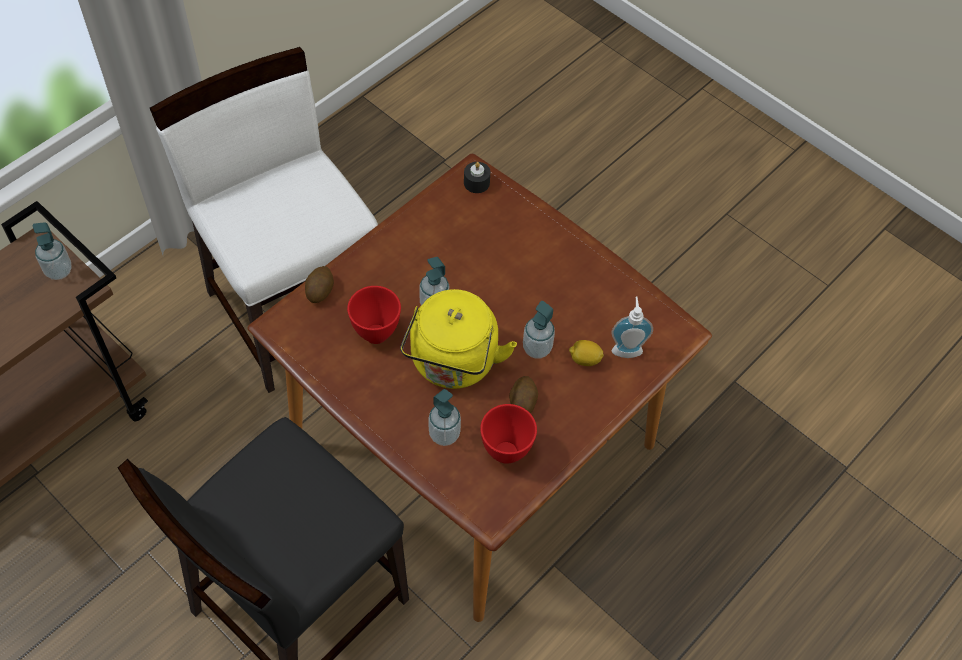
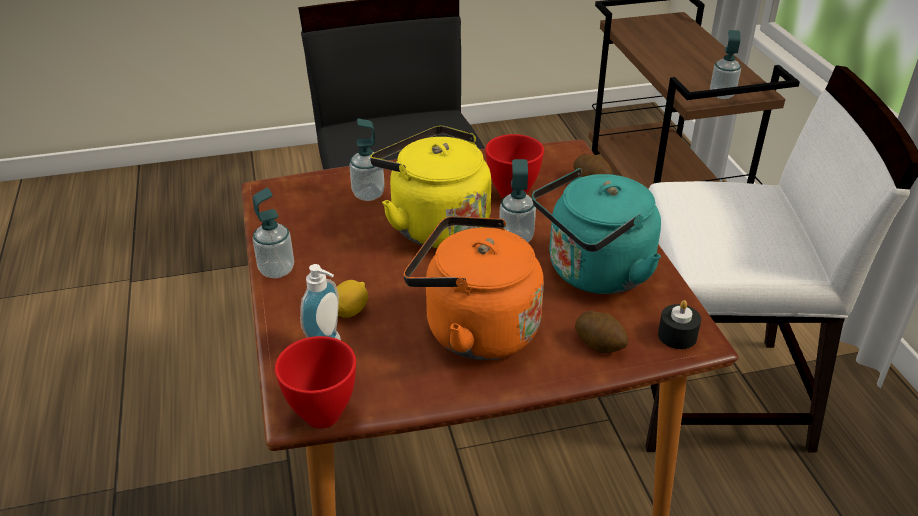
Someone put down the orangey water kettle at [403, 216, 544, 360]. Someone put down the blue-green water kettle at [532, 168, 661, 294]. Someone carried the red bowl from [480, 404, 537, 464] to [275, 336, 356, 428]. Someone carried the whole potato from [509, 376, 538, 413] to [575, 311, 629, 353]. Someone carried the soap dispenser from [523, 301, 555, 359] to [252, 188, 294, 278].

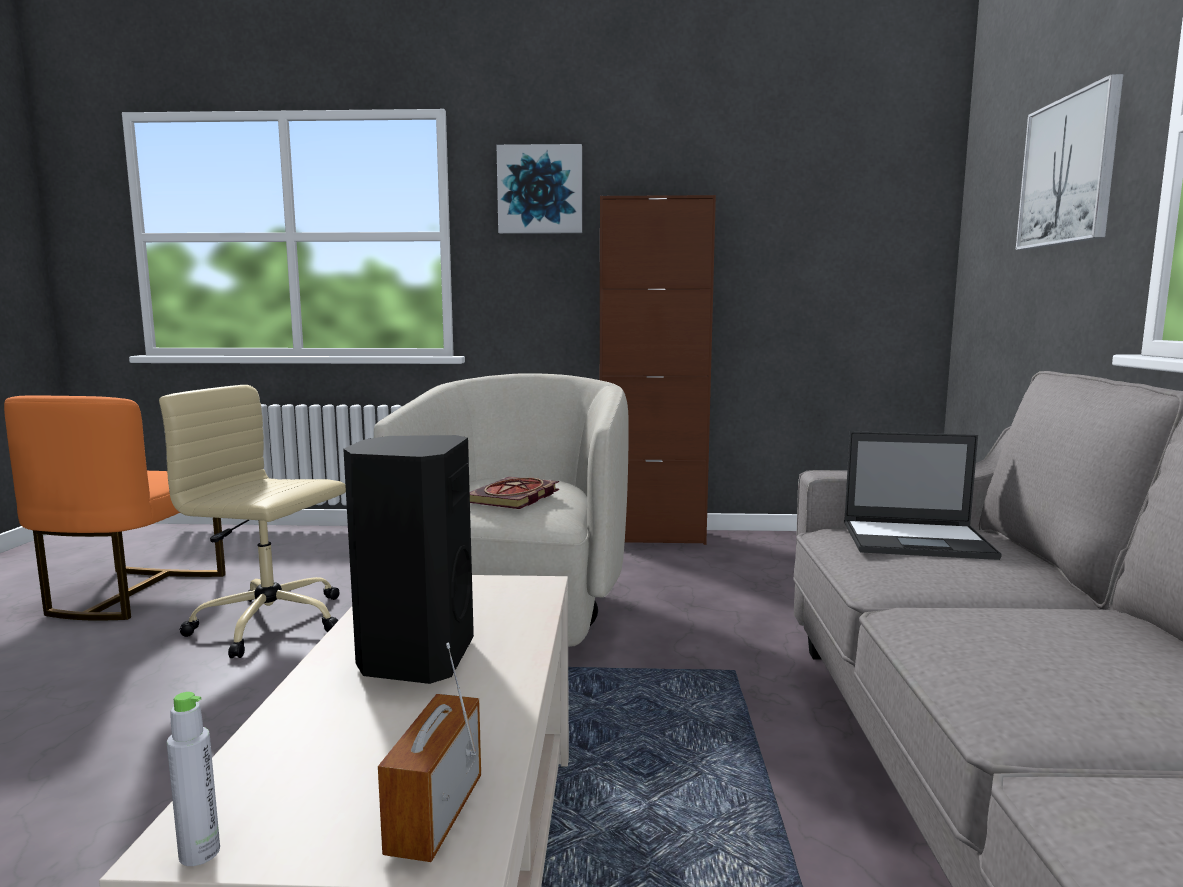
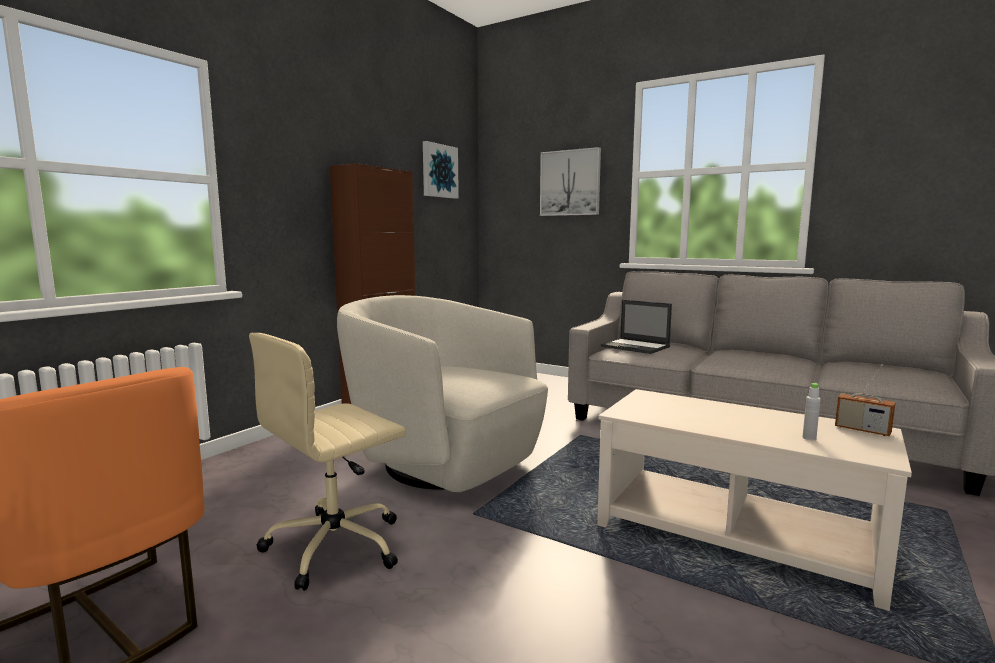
Someone took away the blackish loudspeaker at [343, 435, 474, 684]. Someone took away the volume at [470, 477, 559, 509]. Someone carried the greyish beverage bottle from [166, 692, 220, 866] to [803, 383, 821, 440]. Someone carried the wall art from [497, 144, 582, 234] to [423, 141, 459, 199]. Someone rotated the notebook computer at [844, 431, 1002, 560] by 90 degrees clockwise.

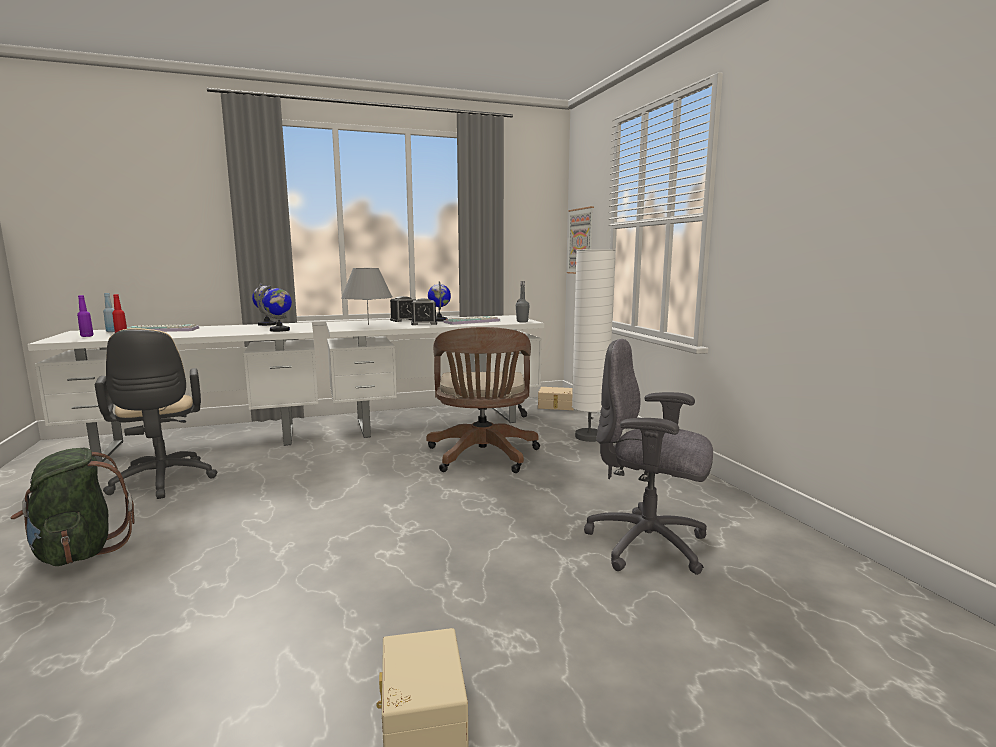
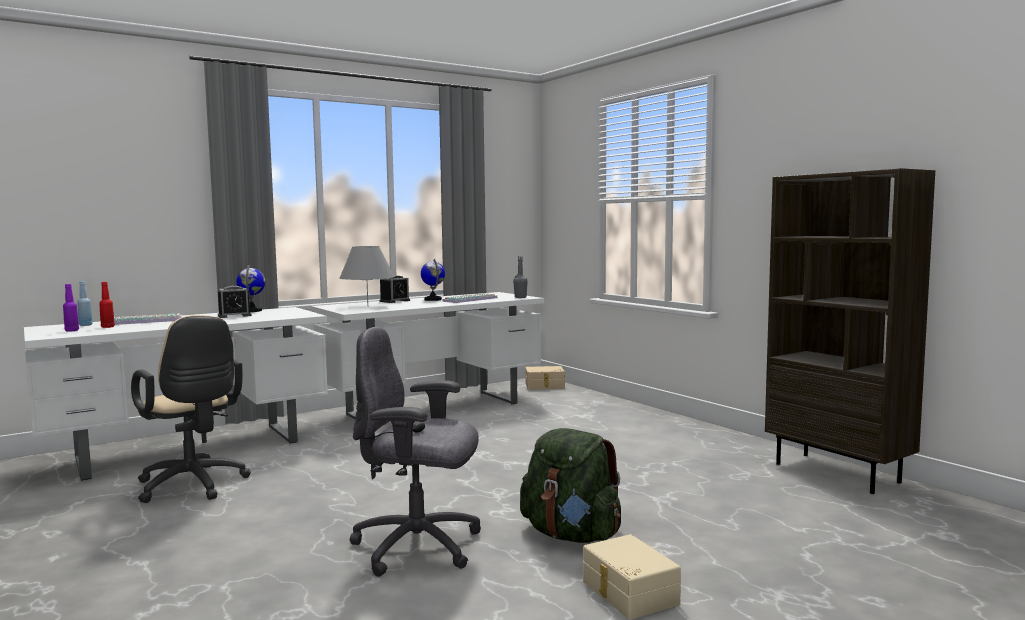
Someone took away the desk globe at [259, 285, 292, 332]. Someone took away the brownish desk chair at [426, 327, 540, 473]. Someone took away the wall art at [567, 206, 594, 274]. Someone took away the white-coloured standing lamp at [572, 249, 616, 442]. Someone put down the brownish shelving unit at [765, 168, 935, 494]. Someone carried the green rucksack from [10, 448, 134, 566] to [520, 428, 621, 543]. Someone carried the alarm clock from [411, 298, 437, 325] to [218, 286, 252, 318]. Someone carried the greyish desk chair from [584, 339, 713, 575] to [350, 327, 481, 577].

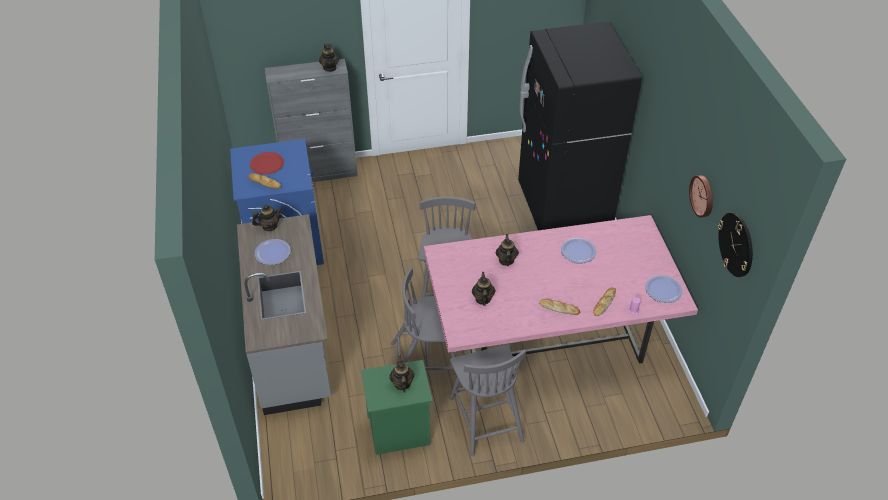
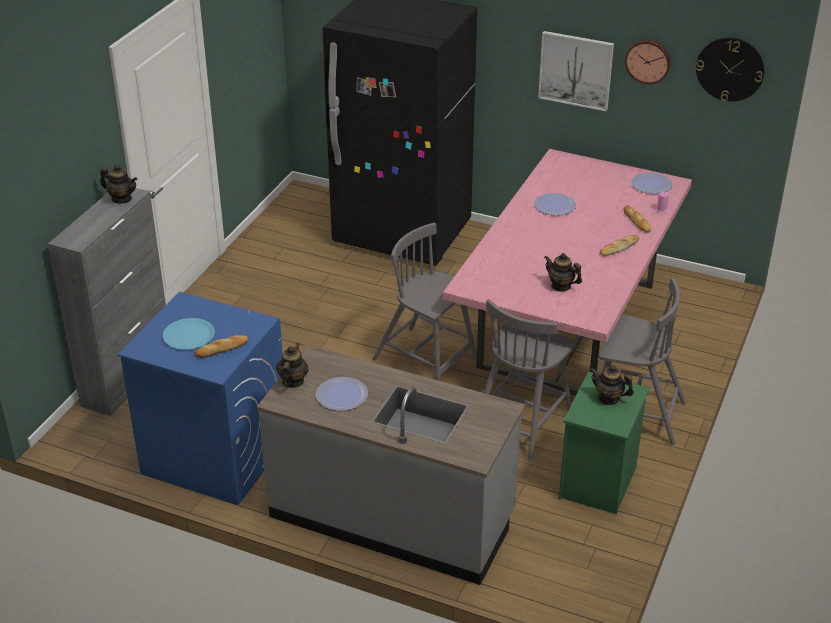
Someone took away the tea pot at [496, 234, 519, 266]. Someone put up the wall art at [538, 31, 614, 111]. Someone repainted the red flat dish at [250, 152, 284, 175], which became the bluish flat dish at [163, 318, 215, 350].

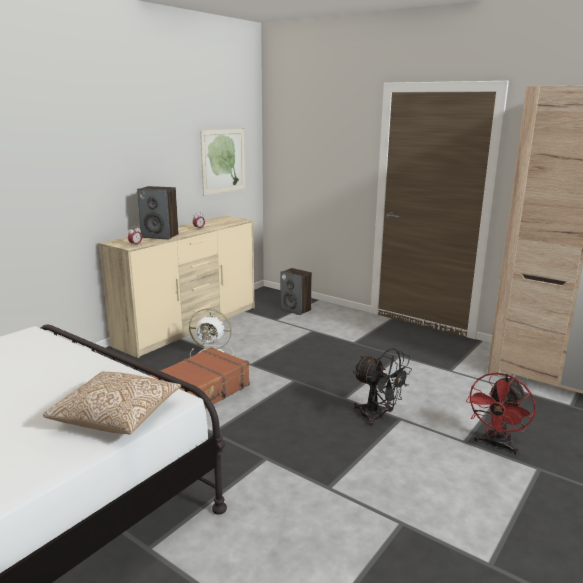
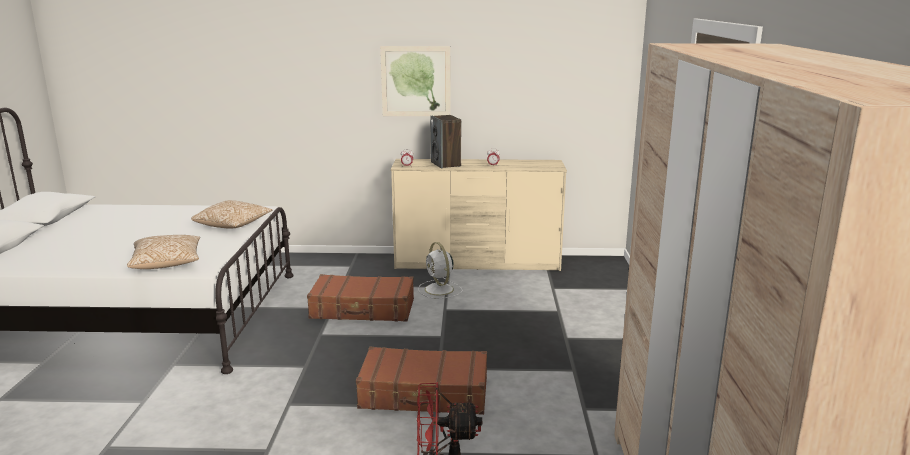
Someone took away the loudspeaker at [280, 268, 312, 315]. Someone put down the throw pillow at [191, 200, 272, 229]. Someone carried the wall art from [200, 129, 245, 195] to [380, 46, 450, 116]. Someone swapped the blackish electric fan at [353, 348, 412, 427] for the brownish suitcase at [356, 347, 487, 415].

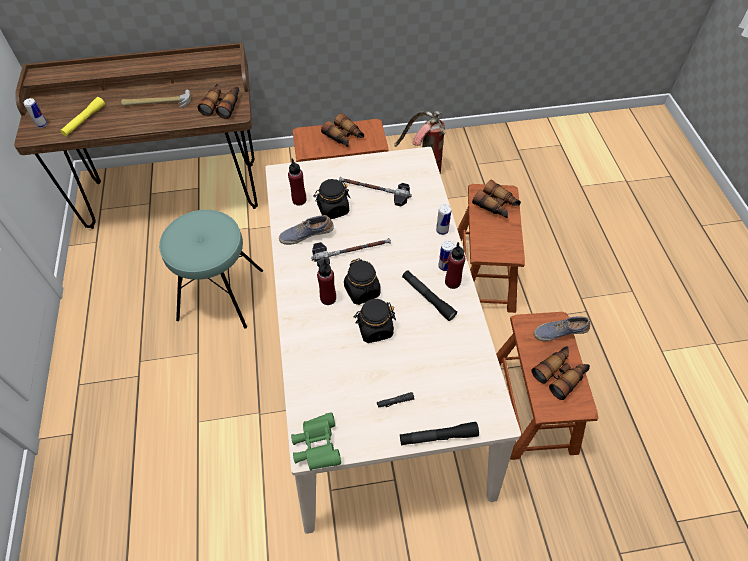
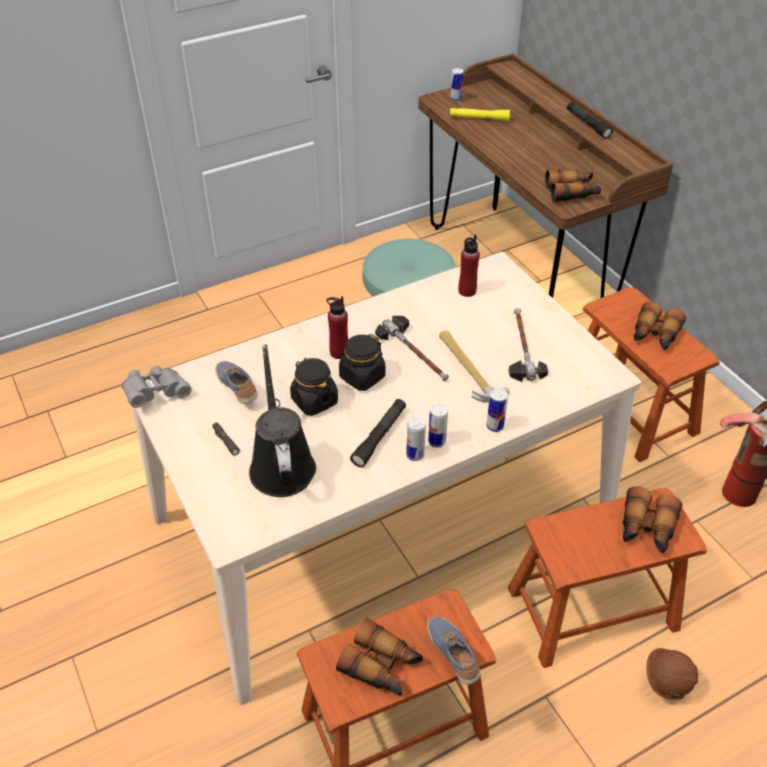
Someone took away the blackish storage jar at [313, 179, 350, 219]. Someone put down the blackish watering pot at [249, 345, 316, 497]. Someone put down the brownish safety helmet at [646, 648, 698, 700]. Someone carried the hand hammer from [121, 90, 191, 108] to [439, 330, 509, 403]. Someone carried the low shoe from [279, 215, 334, 245] to [215, 361, 258, 404]. Someone carried the blackish torch from [400, 422, 479, 445] to [567, 102, 613, 139]. Someone swapped the red beverage bottle at [445, 242, 465, 289] for the sealed can at [406, 417, 426, 461]. Someone repainted the green field glasses at [291, 412, 341, 470], which became the greyish field glasses at [121, 366, 192, 408].

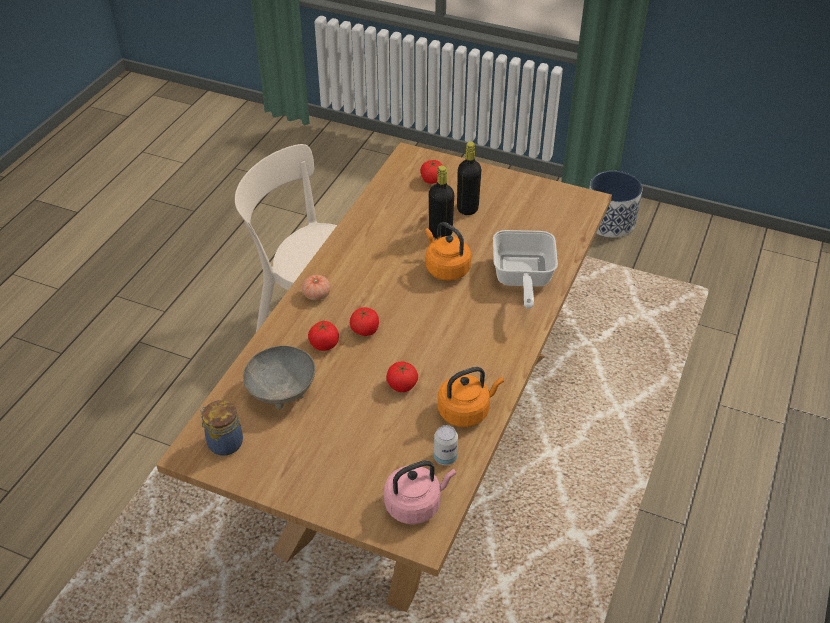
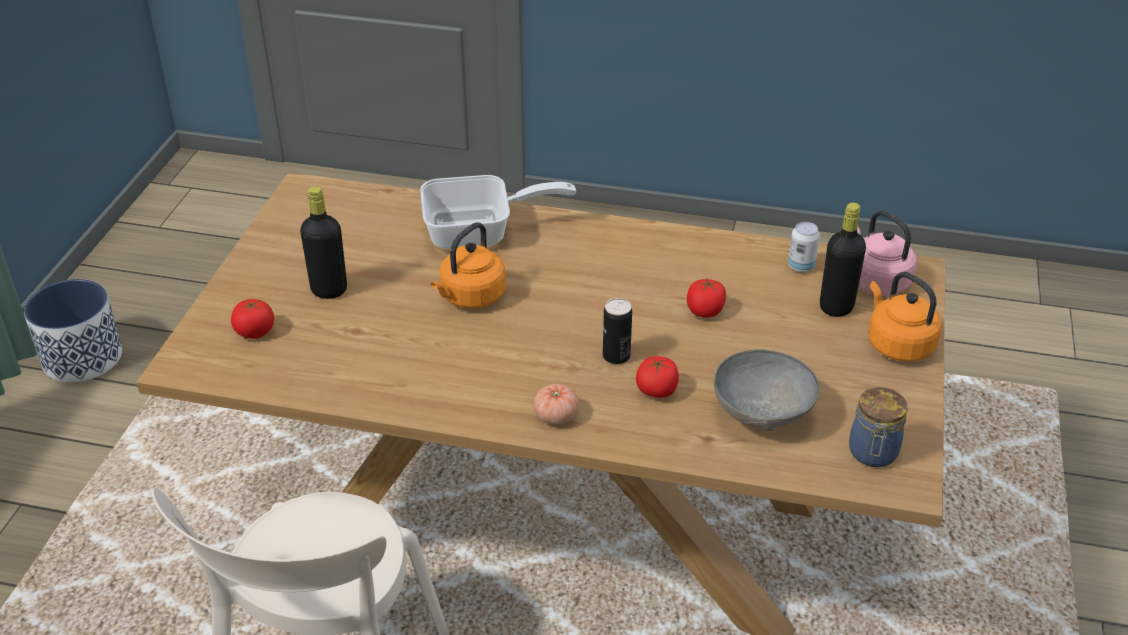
Someone carried the blackish beverage bottle from [429, 165, 454, 239] to [820, 203, 866, 317]. Someone carried the orangey water kettle from [438, 367, 504, 427] to [869, 272, 942, 362]. Someone swapped the fresh tomato at [350, 307, 379, 336] for the sealed can at [603, 298, 632, 364].

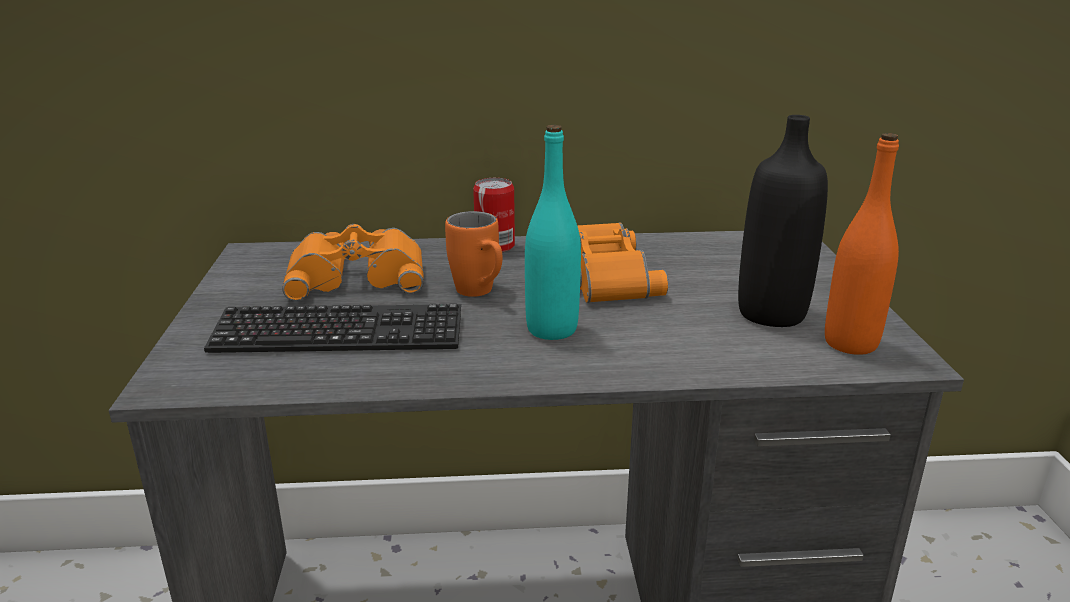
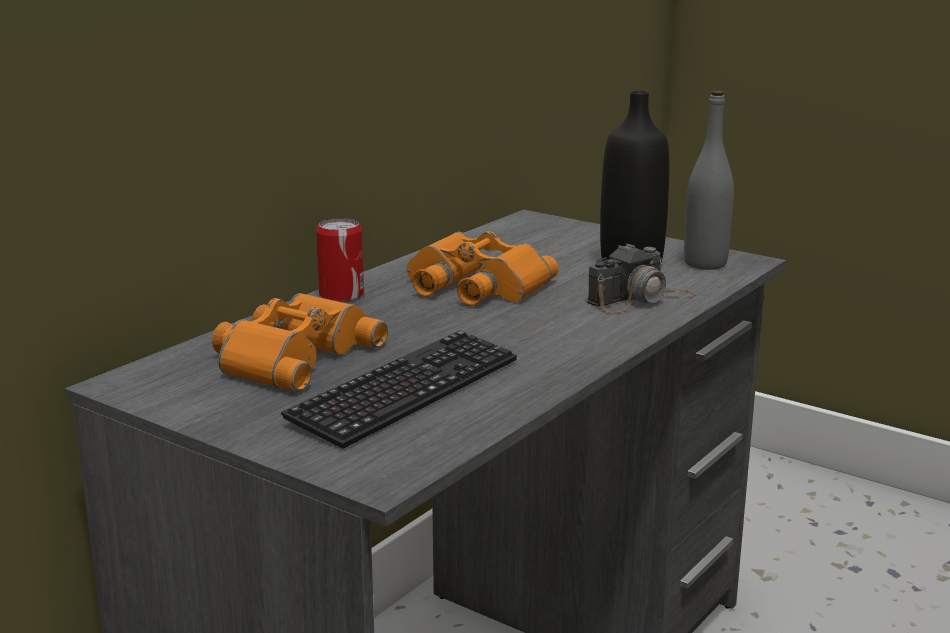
Someone took away the orangey coffee mug at [445, 211, 503, 297]. Someone took away the blue-green beverage bottle at [525, 125, 581, 340]. Someone put down the photo camera at [587, 244, 695, 313]. Someone repainted the orangey beverage bottle at [825, 133, 899, 355], which became the greyish beverage bottle at [684, 91, 734, 270].

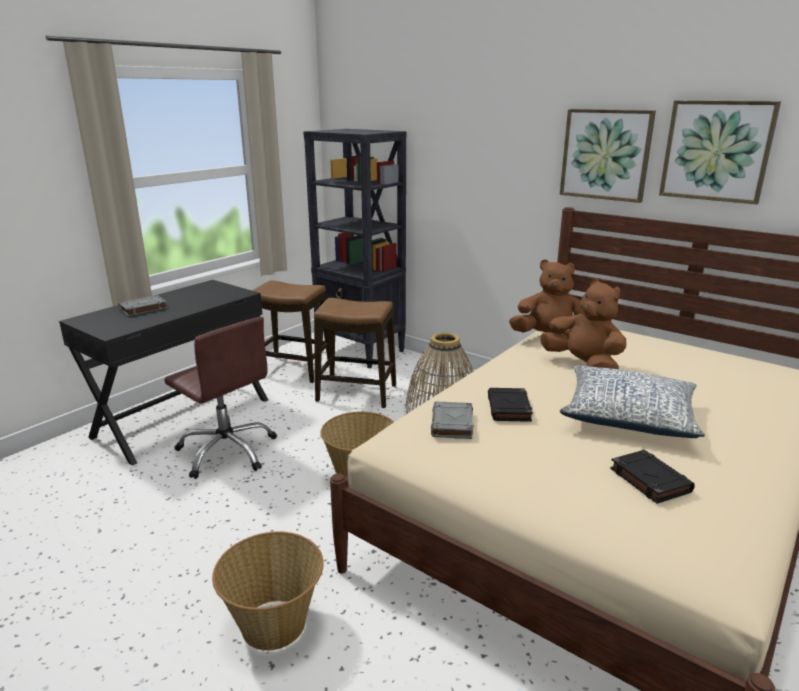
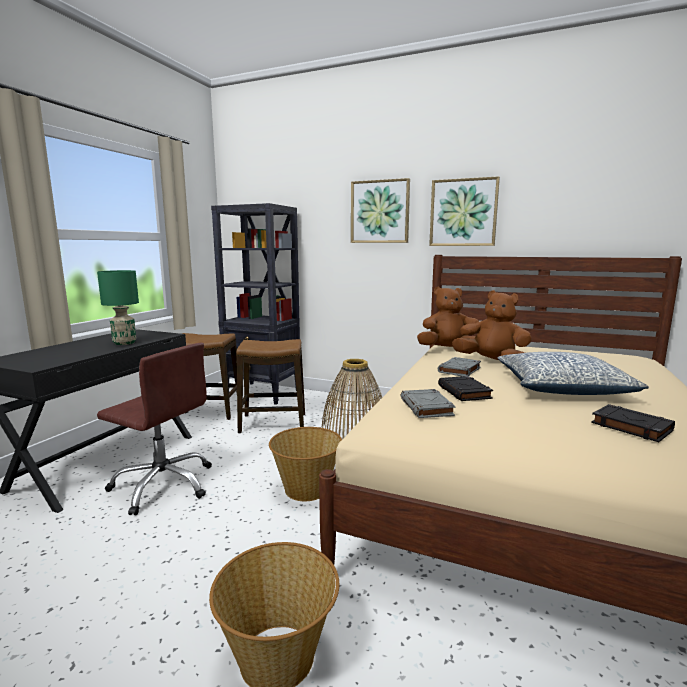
Someone put down the green lamp for a table at [97, 270, 139, 345]. Someone carried the greyish volume from [118, 295, 168, 316] to [438, 357, 481, 376]. Someone carried the wall art from [659, 100, 781, 204] to [351, 178, 410, 243].

